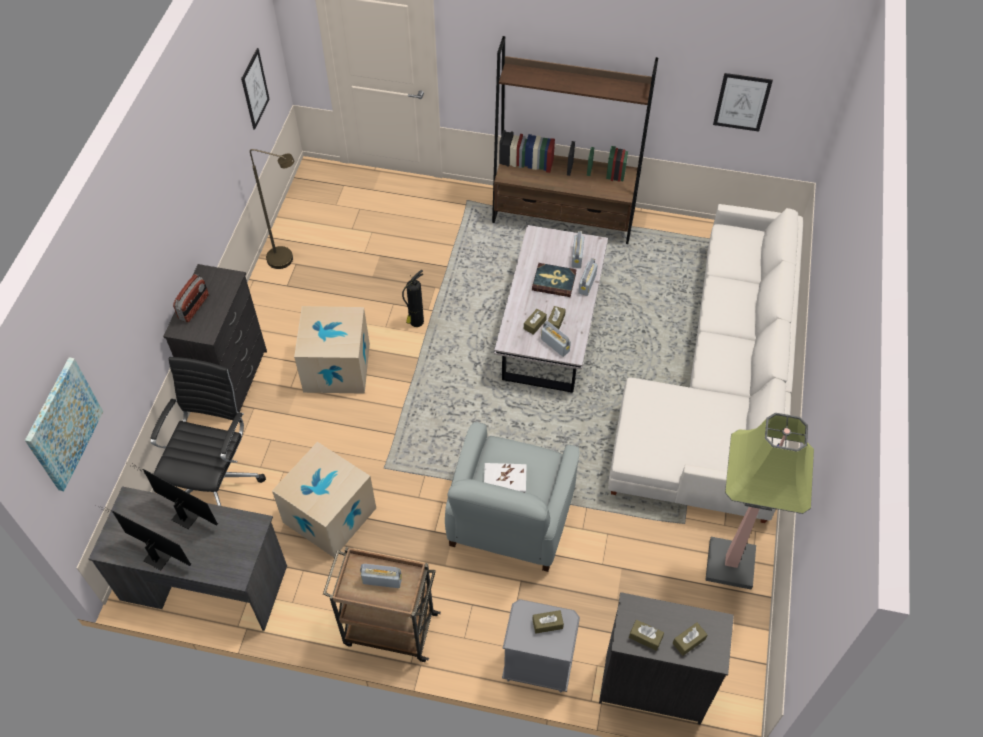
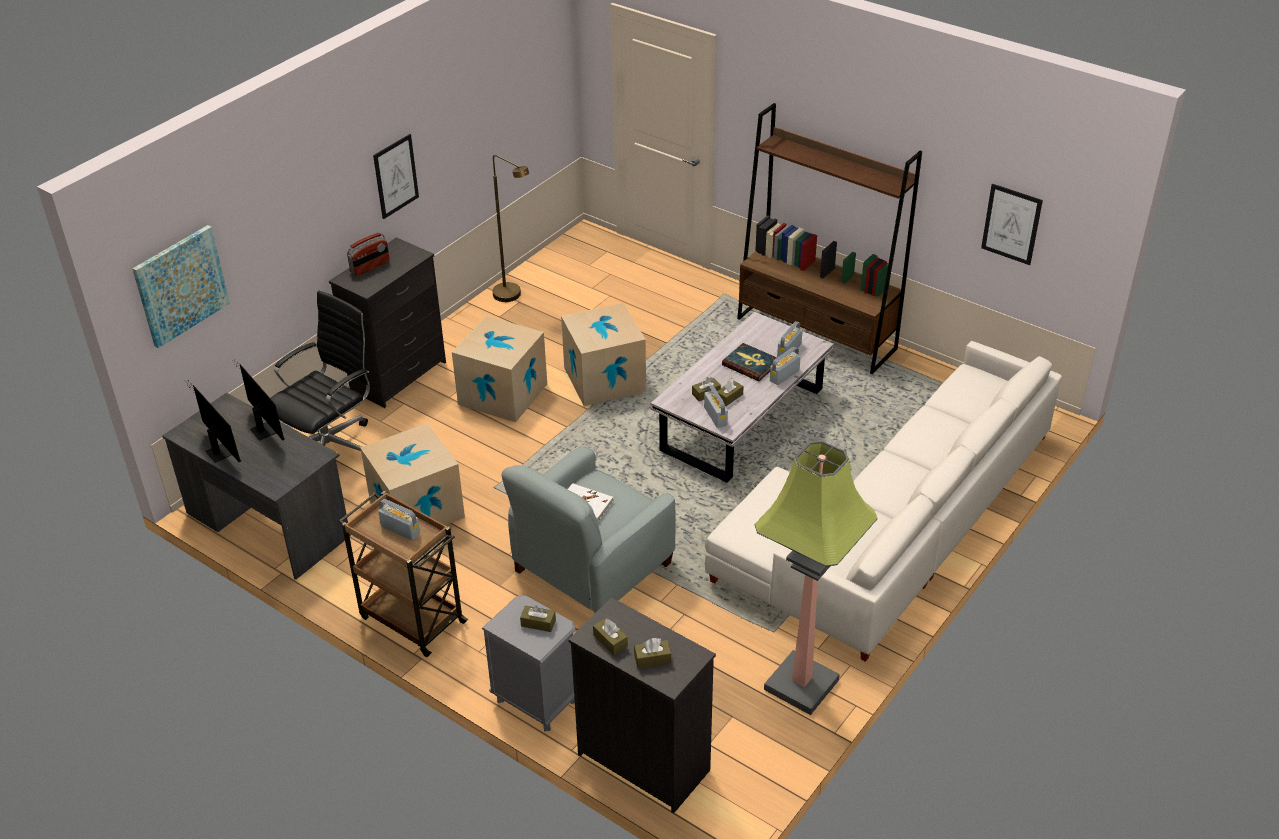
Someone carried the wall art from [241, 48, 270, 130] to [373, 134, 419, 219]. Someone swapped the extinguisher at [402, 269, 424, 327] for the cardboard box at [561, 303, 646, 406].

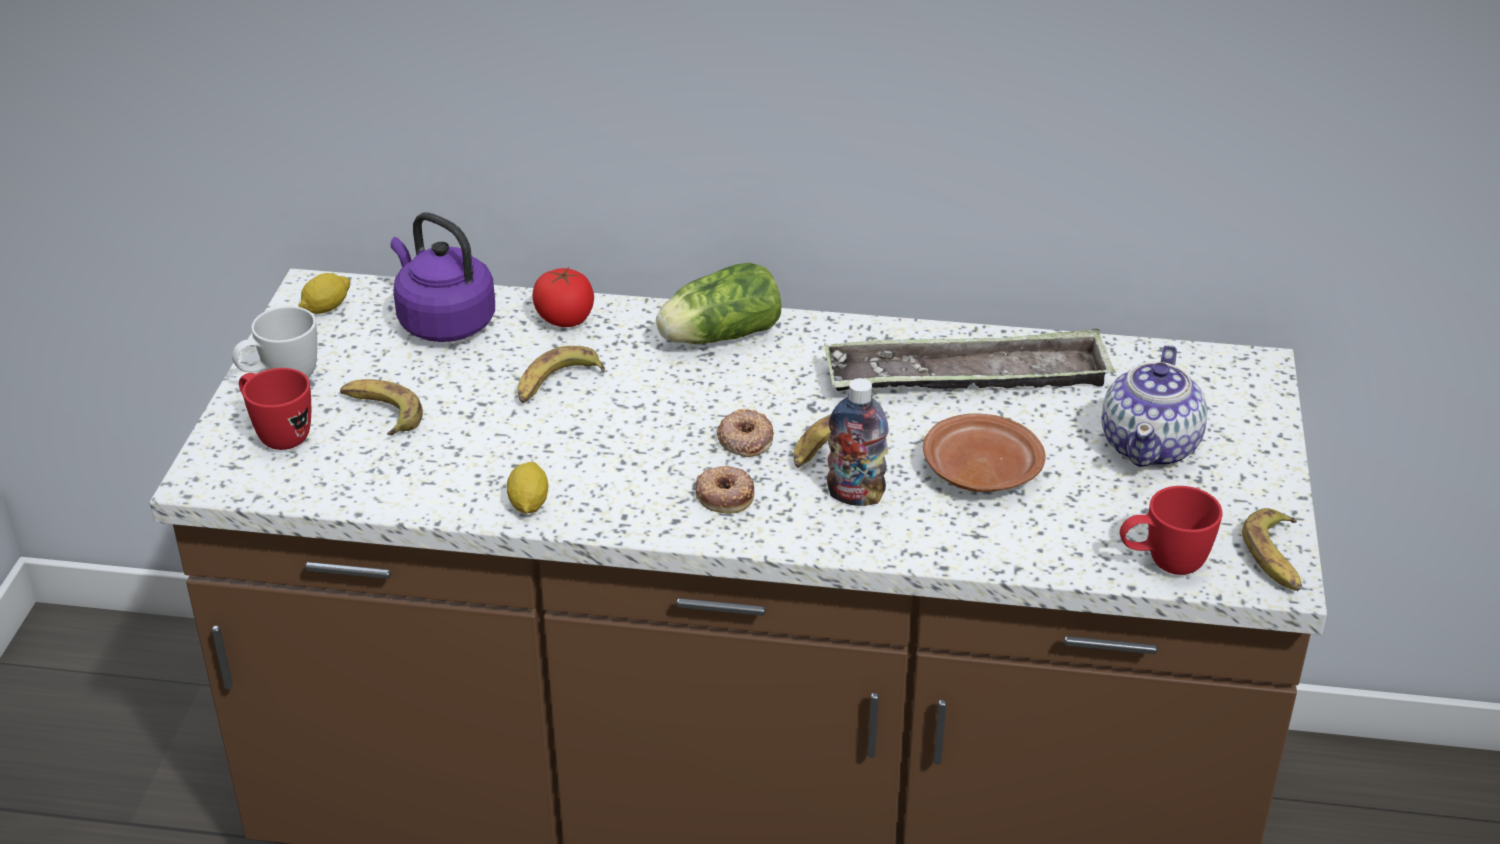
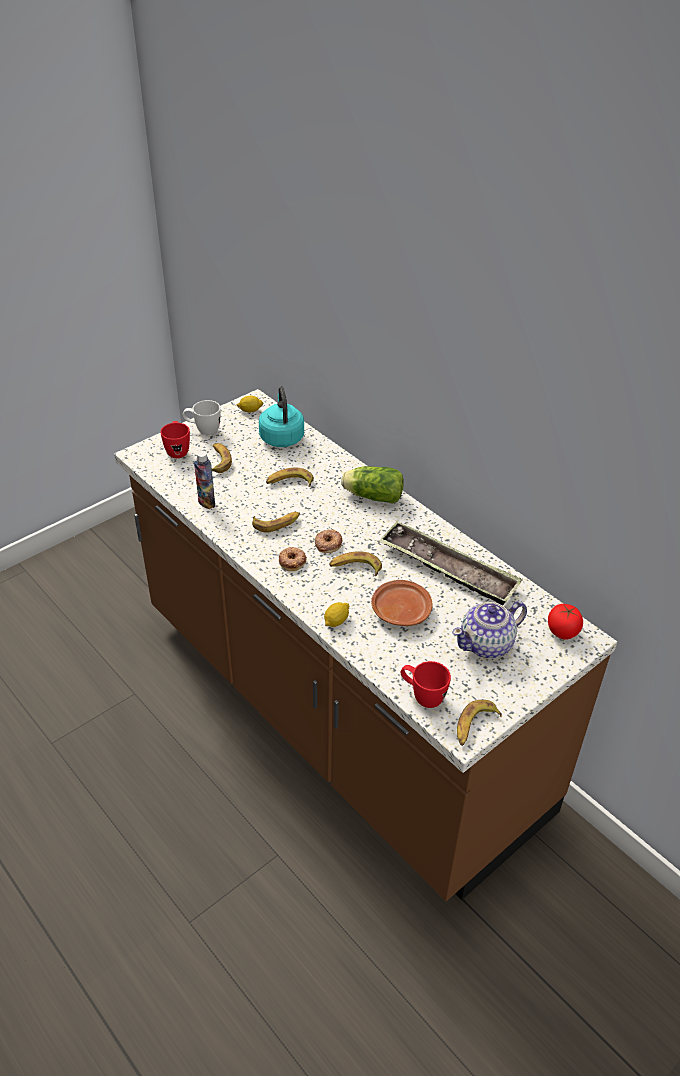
Someone put down the whole banana at [252, 512, 300, 533]. Someone carried the whole lemon from [507, 462, 548, 514] to [324, 602, 349, 627]. Someone carried the fresh tomato from [532, 267, 594, 327] to [548, 604, 583, 640]. Someone carried the beverage bottle from [827, 378, 889, 506] to [194, 451, 215, 509]. Someone repainted the purple water kettle at [391, 212, 495, 342], which became the blue-green water kettle at [259, 386, 304, 447].

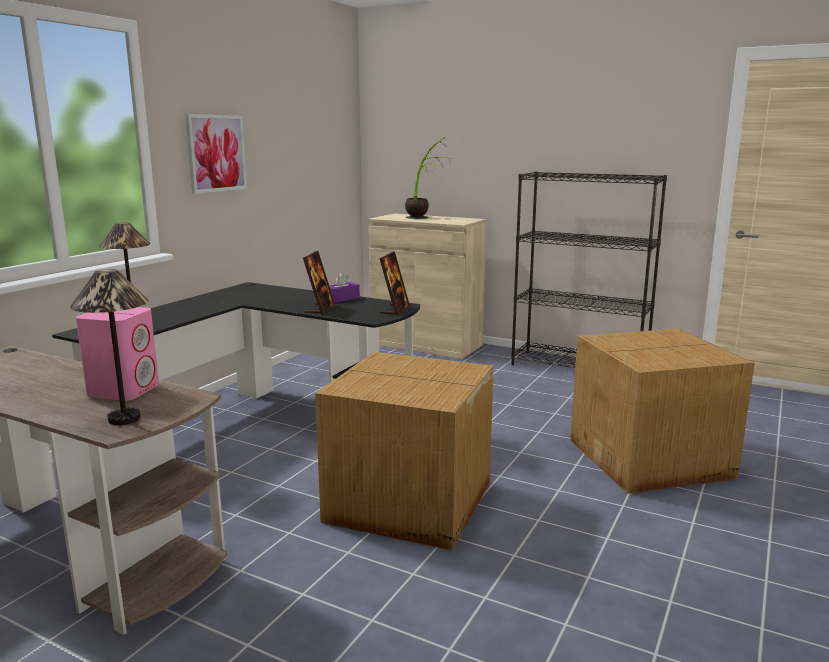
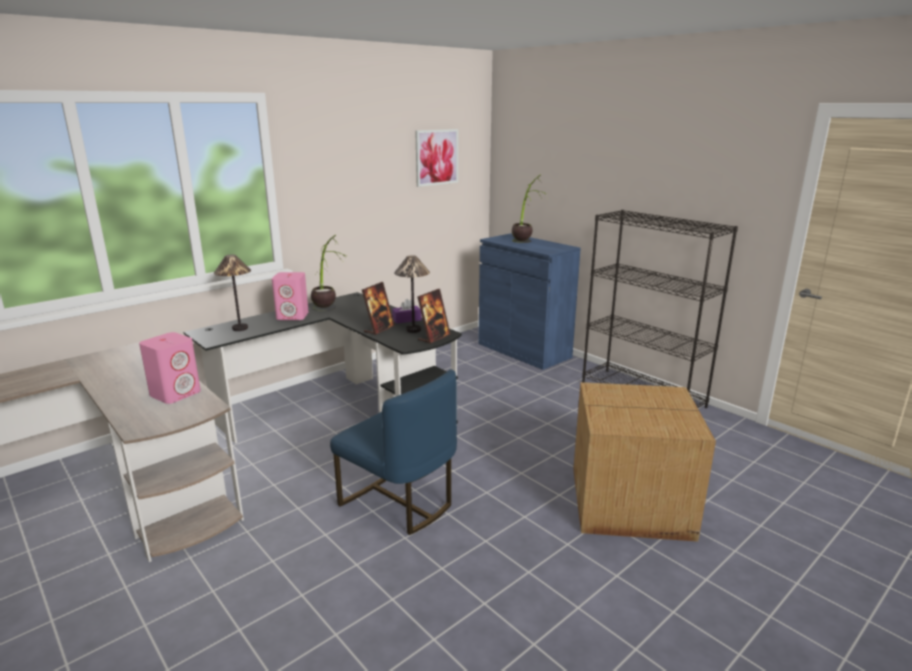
Someone put down the pink-coloured loudspeaker at [272, 272, 308, 320]. Someone put down the potted plant at [311, 235, 346, 311]. Someone carried the lamp for a table from [70, 269, 149, 425] to [394, 255, 430, 333]. Someone carried the wall art from [186, 114, 247, 194] to [415, 129, 458, 187]. Someone swapped the cardboard box at [315, 352, 494, 551] for the bluish upright chair at [330, 369, 457, 535]. Someone repainted the beige cupboard at [369, 214, 486, 359], which became the bluish cupboard at [478, 233, 581, 370].

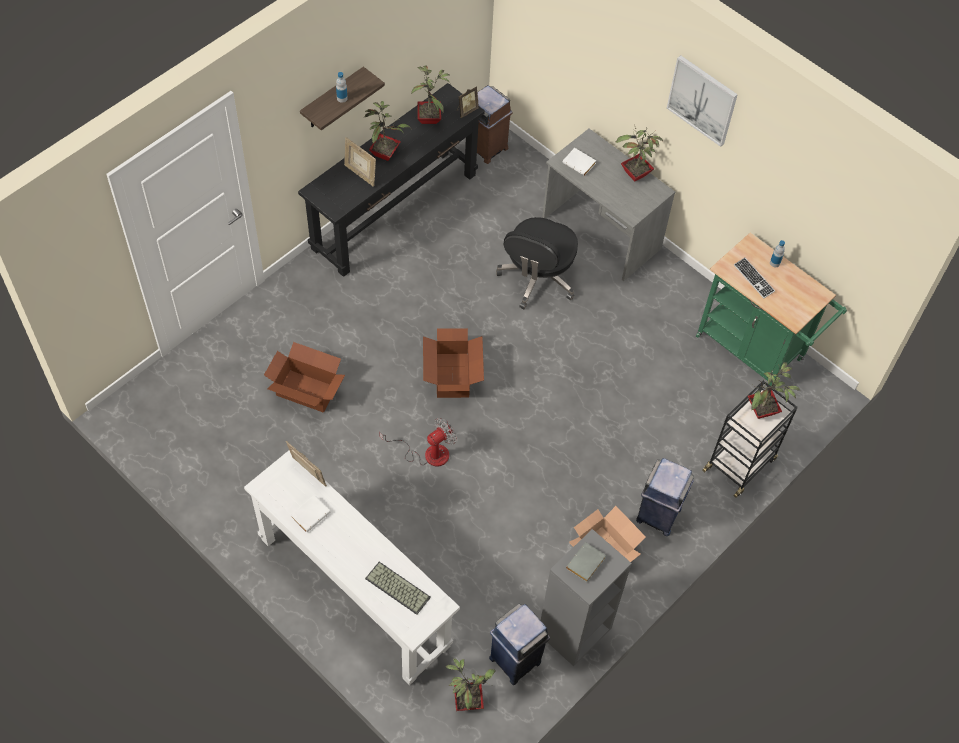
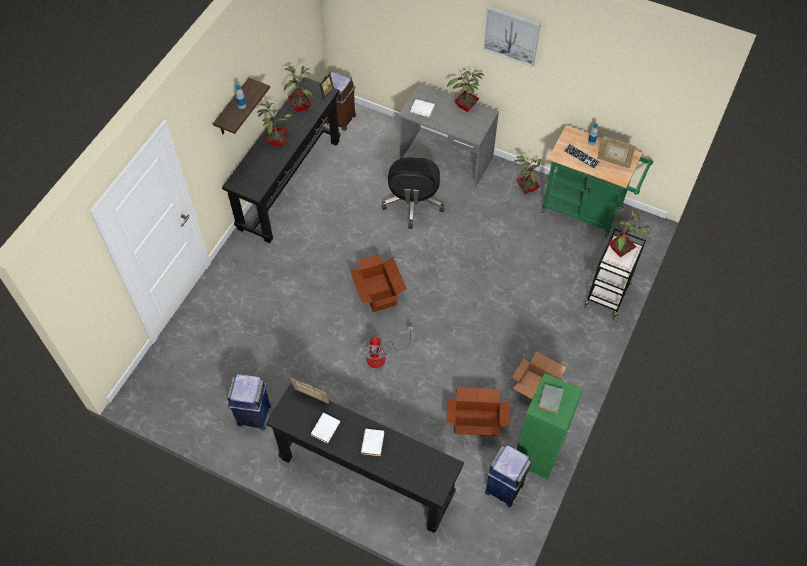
Someone took away the PC keyboard at [365, 562, 431, 615]. Someone put down the white-coloured volume at [361, 429, 384, 456]. Someone carried the cardboard box from [264, 342, 345, 412] to [446, 387, 509, 436]. Someone carried the picture frame from [344, 137, 376, 187] to [597, 136, 636, 168]. Someone carried the potted plant from [446, 659, 496, 711] to [514, 156, 545, 194]. Someone carried the bluish rubbish bin from [636, 458, 694, 536] to [227, 374, 271, 430]. Someone repainted the white-coloured hall table at [244, 450, 460, 685], which became the blackish hall table at [266, 383, 464, 533]. Someone repainted the greyish shelving unit at [541, 529, 632, 666], which became the green shelving unit at [517, 373, 583, 479]. Someone rotated the electric fan at [379, 418, 457, 467] by 150 degrees clockwise.

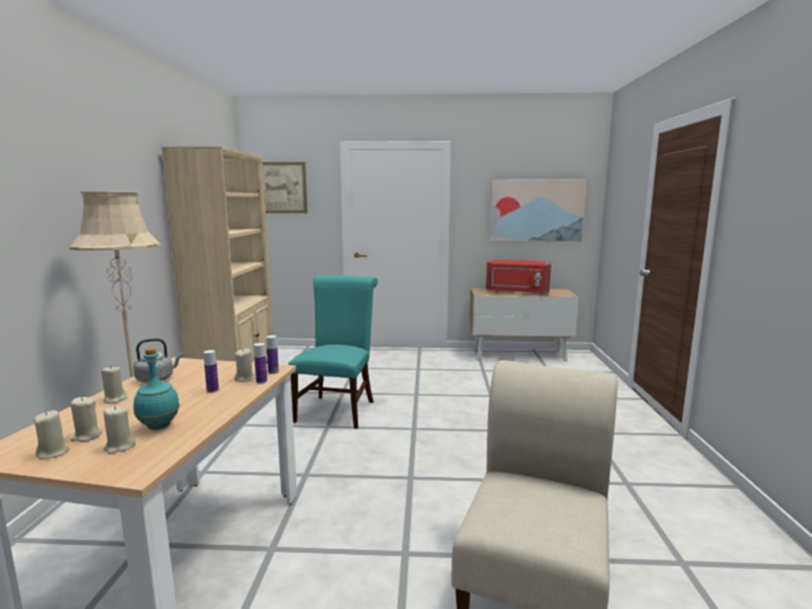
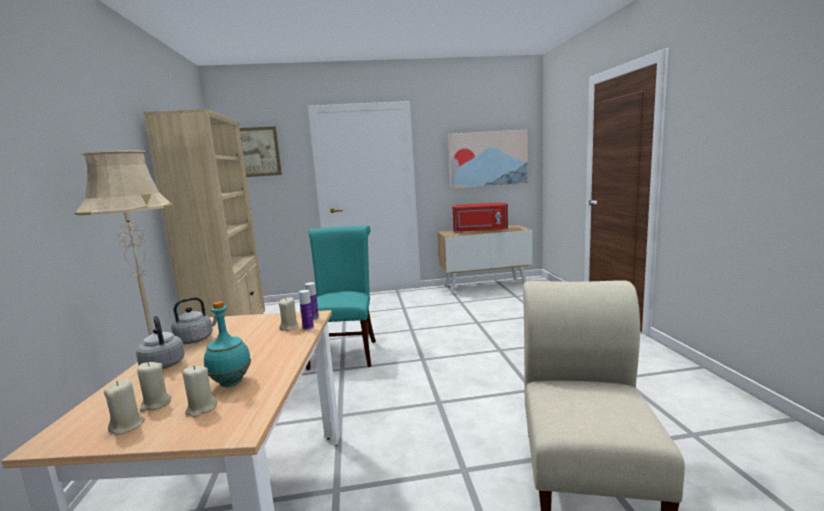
Someone took away the beverage bottle at [204, 350, 219, 393]. Someone swapped the beige wax candle at [101, 365, 127, 403] for the greyish water kettle at [136, 316, 185, 369].

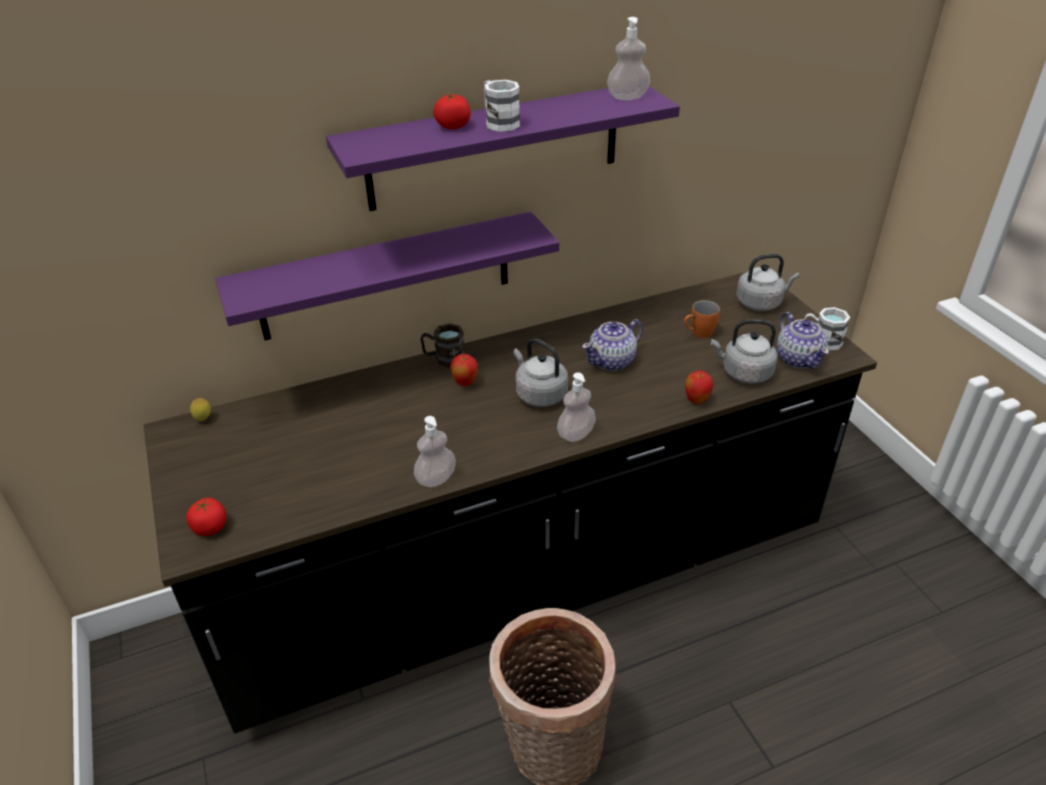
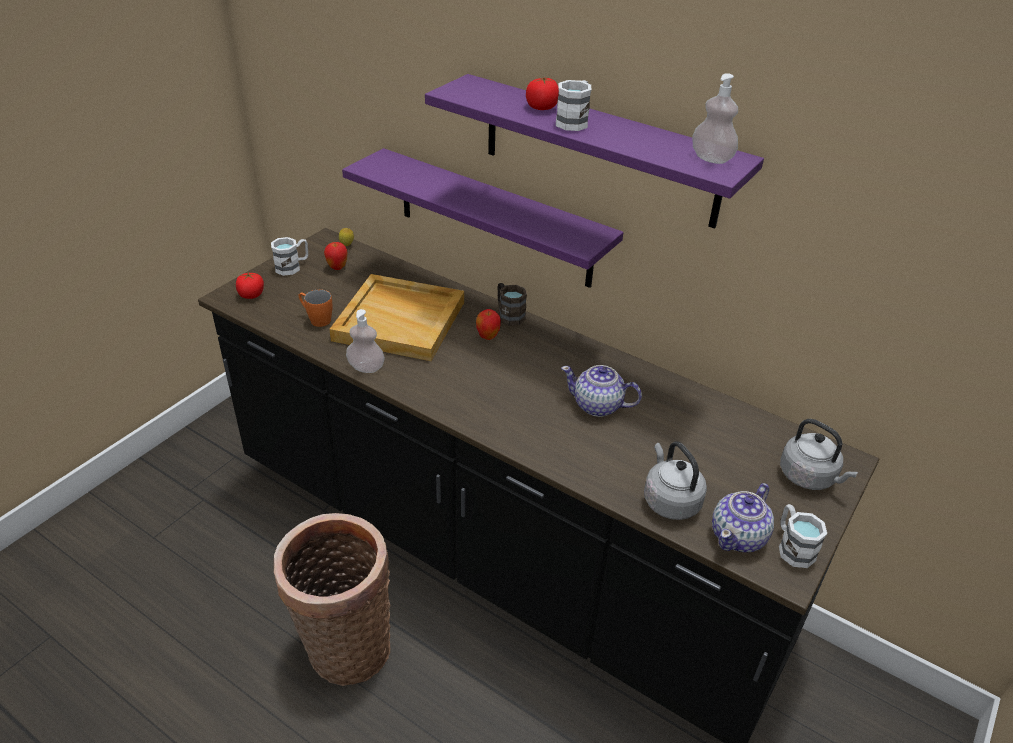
Someone took away the greyish water kettle at [513, 338, 568, 407]. Someone took away the soap dispenser at [557, 373, 596, 442]. Someone put down the white-coloured coffee mug at [271, 237, 308, 276]. Someone put down the beige serving tray at [329, 274, 464, 361]. Someone carried the orangey coffee mug from [684, 300, 720, 338] to [298, 289, 333, 327]. Someone carried the apple from [685, 370, 714, 404] to [324, 242, 347, 270].

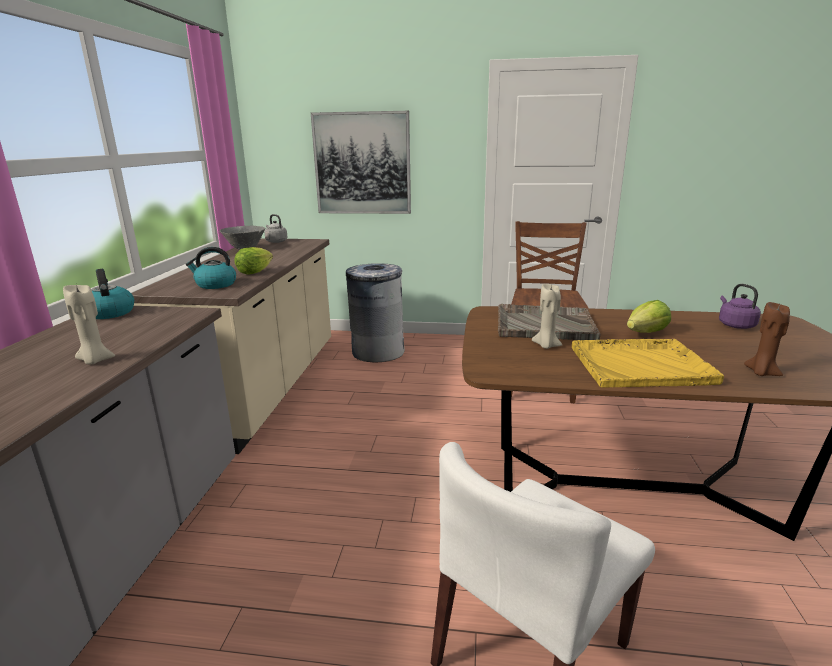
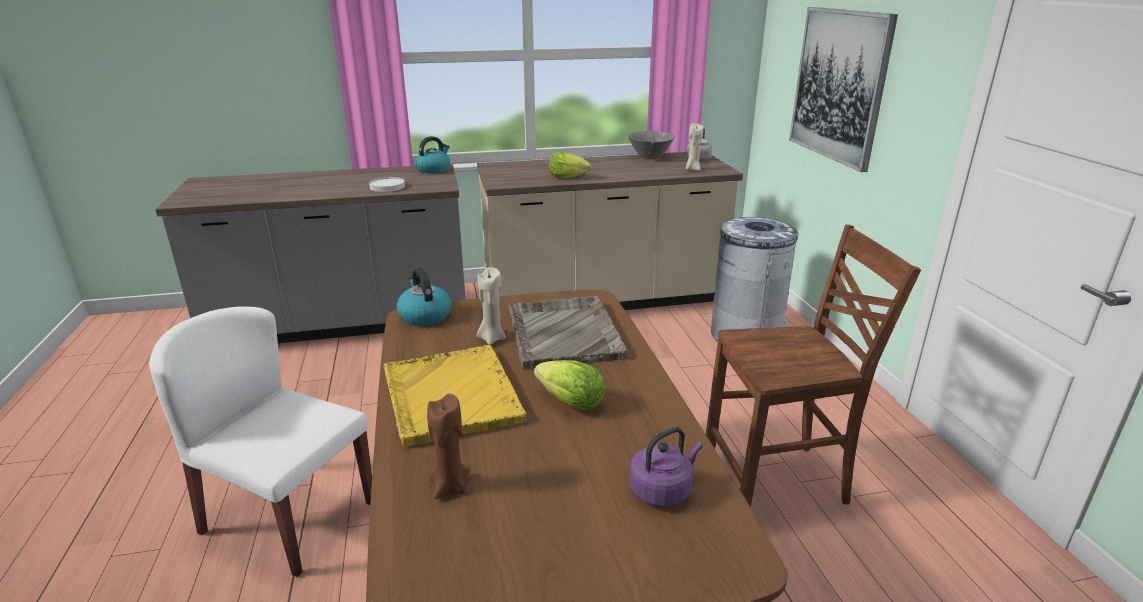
Someone put down the white-coloured flat dish at [369, 177, 405, 192]. Someone carried the beige wax candle from [63, 285, 115, 364] to [686, 123, 704, 171]. Someone carried the water kettle from [186, 247, 236, 289] to [396, 268, 451, 326].

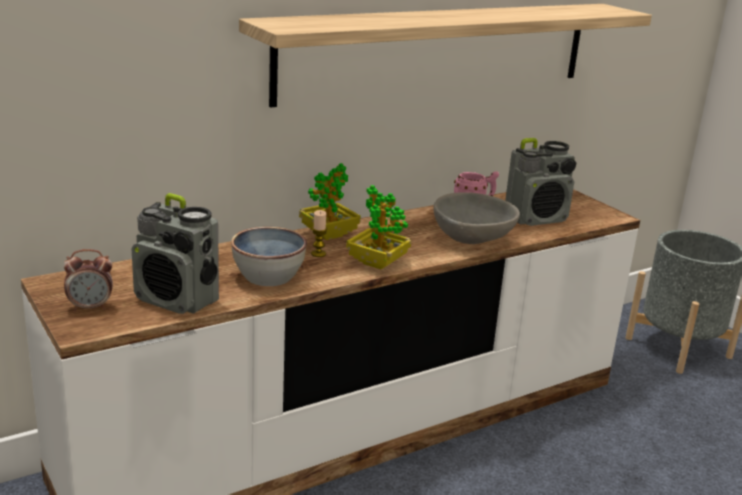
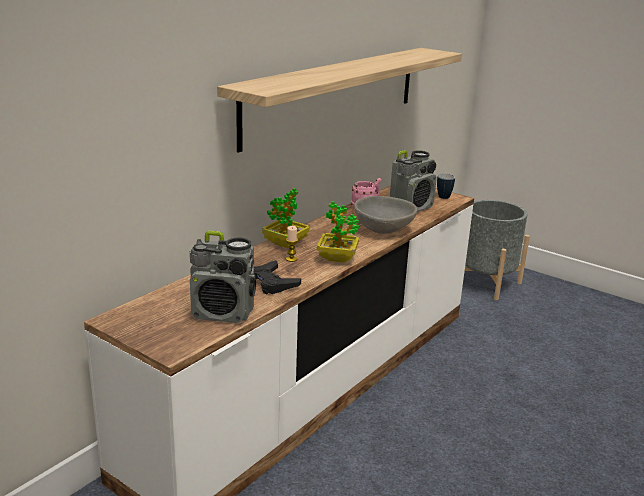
Someone took away the alarm clock at [64, 249, 113, 311]. Someone put down the coffee mug at [437, 174, 455, 199]. Someone swapped the bowl at [231, 227, 307, 286] for the blackish game controller at [254, 260, 301, 294].

